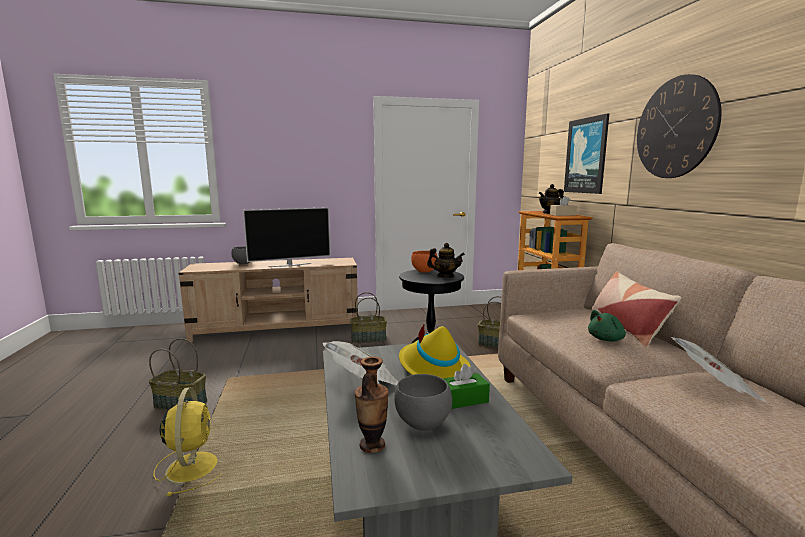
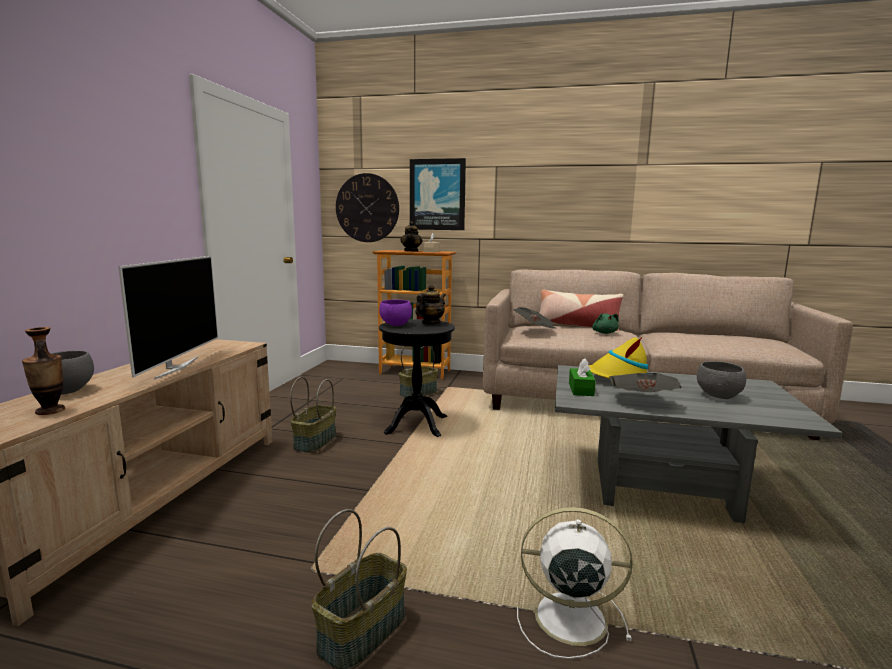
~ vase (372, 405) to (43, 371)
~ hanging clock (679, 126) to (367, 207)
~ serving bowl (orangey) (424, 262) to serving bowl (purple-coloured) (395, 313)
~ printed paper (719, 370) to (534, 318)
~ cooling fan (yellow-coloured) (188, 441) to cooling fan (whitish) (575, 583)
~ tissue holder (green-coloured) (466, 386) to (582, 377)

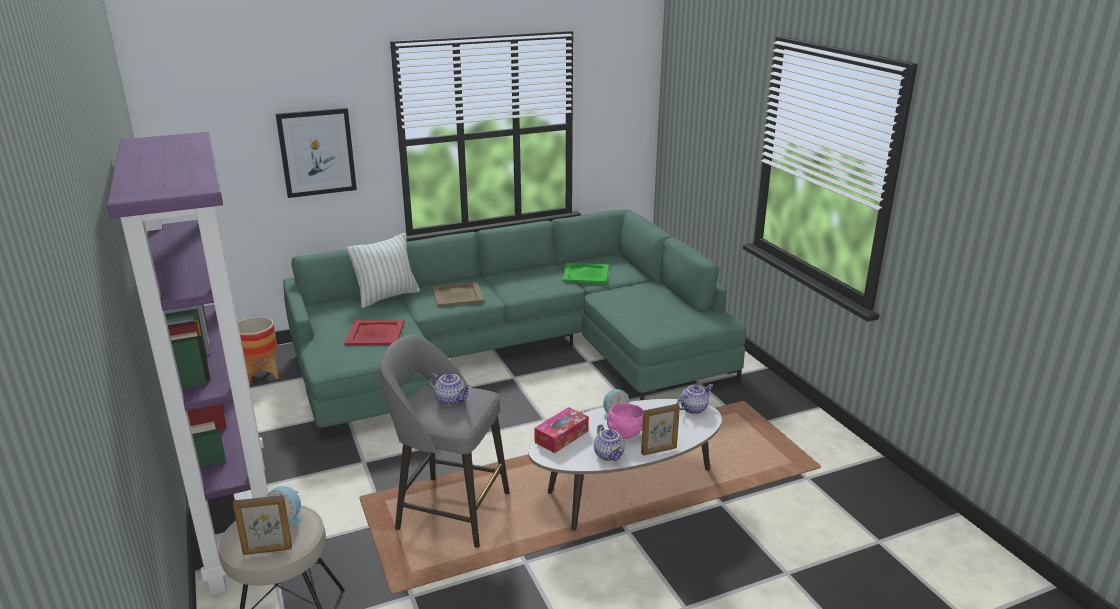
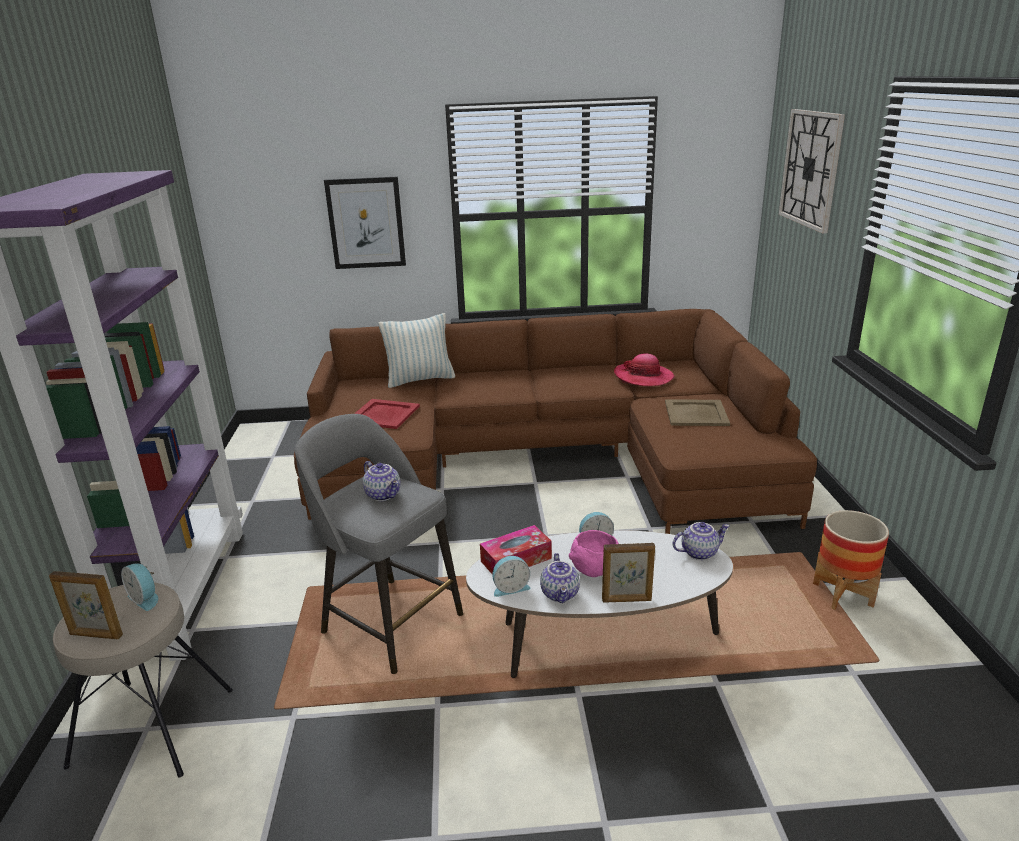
~ couch (green-coloured) (515, 325) to couch (brown) (555, 421)
+ bedside clock (511, 576)
~ serving tray (green-coloured) (585, 273) to wearable hat (644, 369)
~ serving tray (sand-coloured) (458, 294) to (697, 412)
+ hanging clock (812, 171)
~ planter (258, 351) to (851, 560)

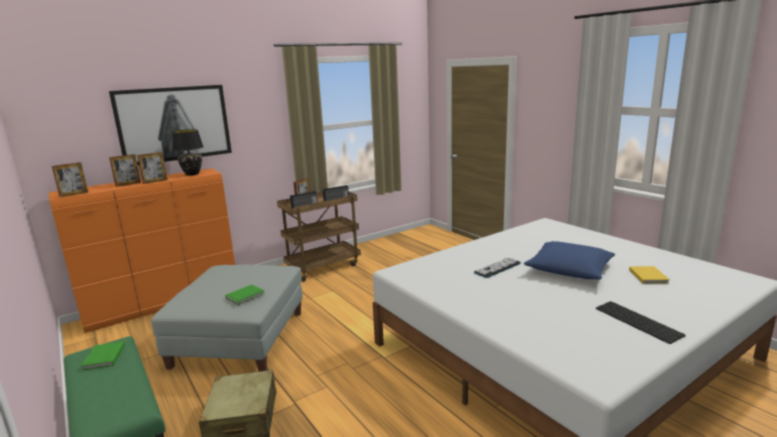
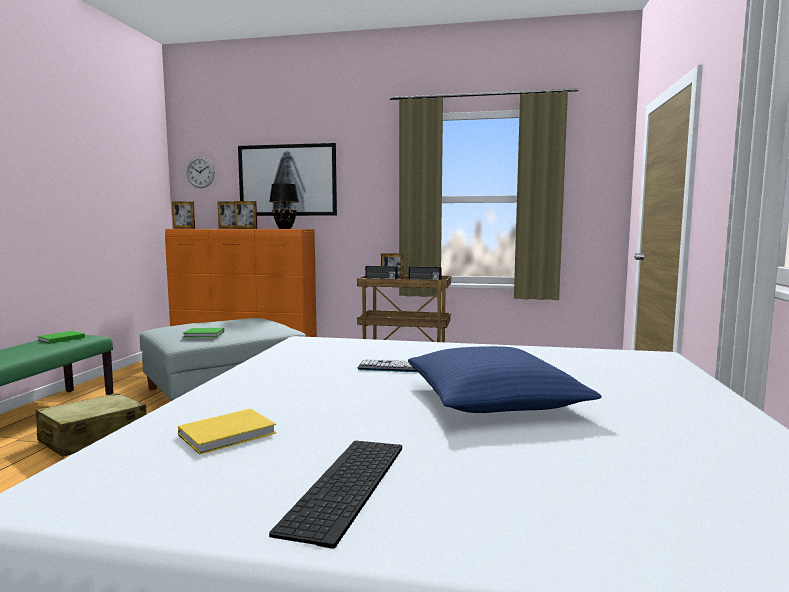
~ book (yellow-coloured) (649, 275) to (227, 431)
+ hanging clock (200, 172)

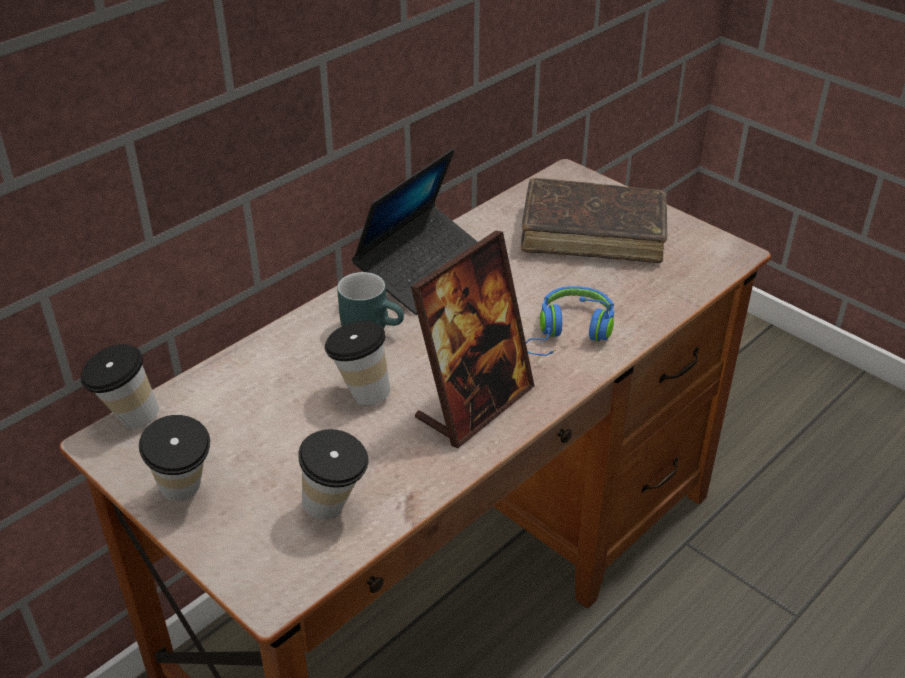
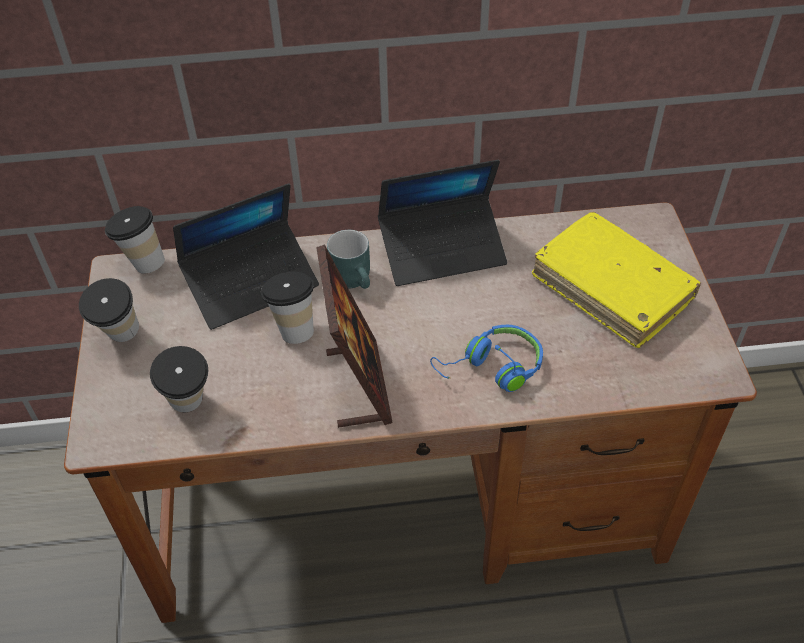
+ portable computer (246, 256)
~ standing frame (472, 339) = (354, 336) 90 degrees counterclockwise
~ book (brown) (594, 220) to book (yellow-coloured) (616, 280)

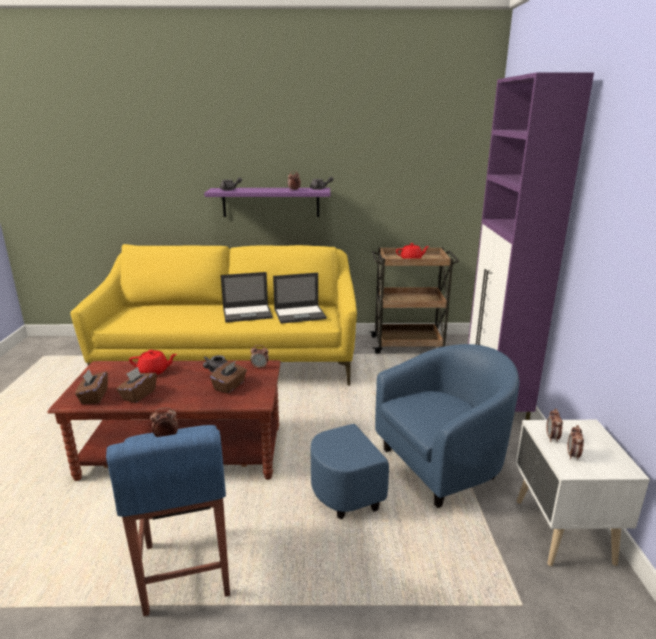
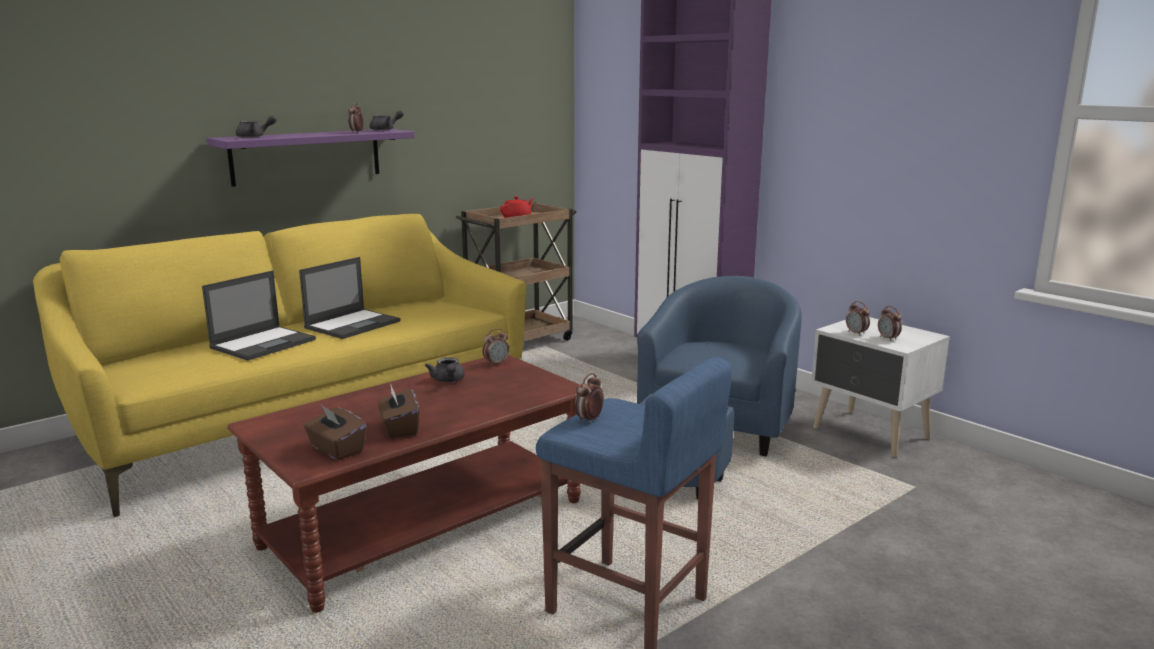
~ portable computer (300, 298) to (259, 316)
- teapot (reddish) (153, 362)
- tissue holder (brown) (228, 377)

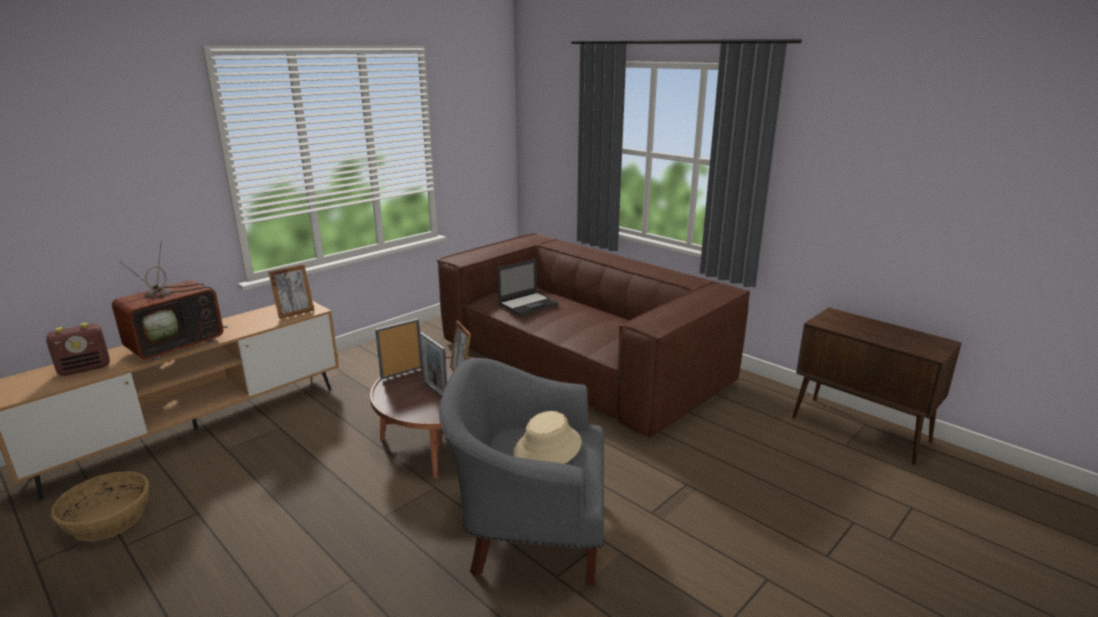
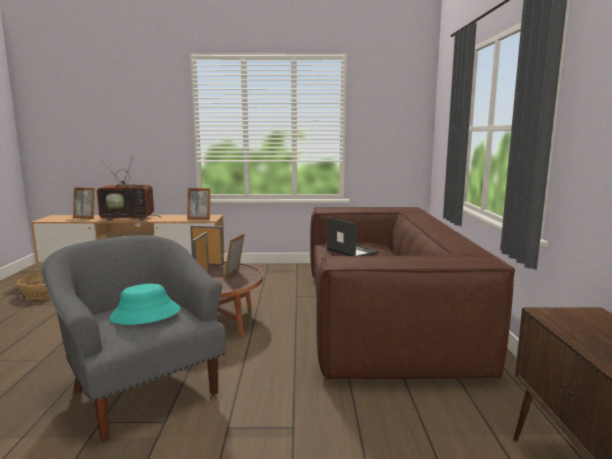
~ radio (78, 349) to standing frame (84, 203)
~ wearable hat (sand-coloured) (547, 437) to wearable hat (blue-green) (145, 304)
~ portable computer (528, 287) = (352, 236) 135 degrees counterclockwise

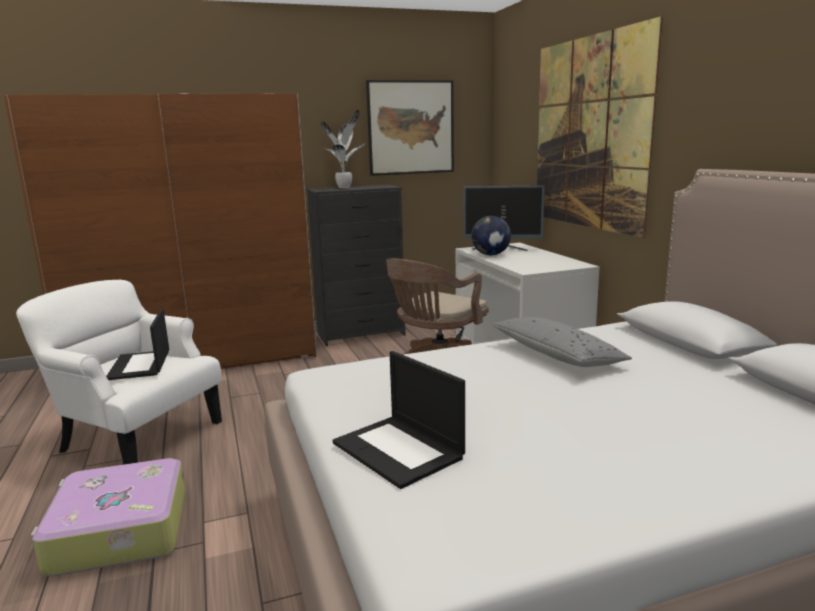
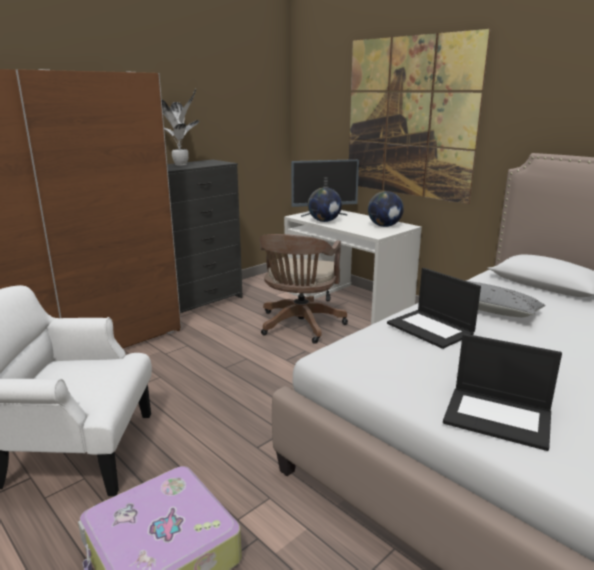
+ desk globe (386, 209)
~ portable computer (137, 344) to (434, 308)
- wall picture (410, 128)

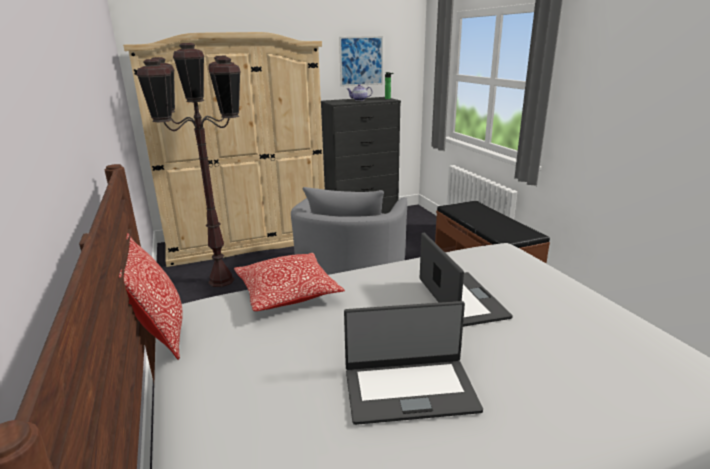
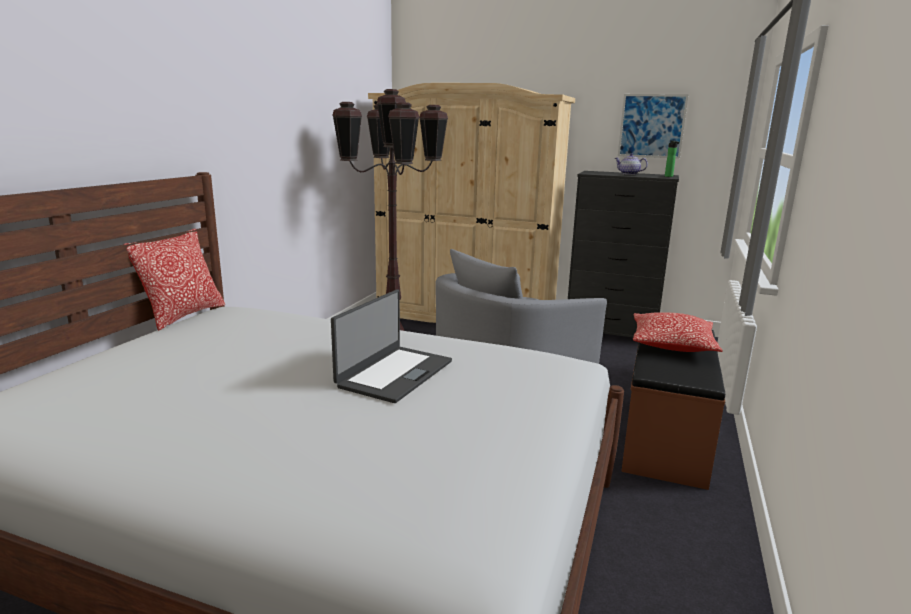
~ cushion (289, 282) to (678, 332)
- portable computer (413, 363)

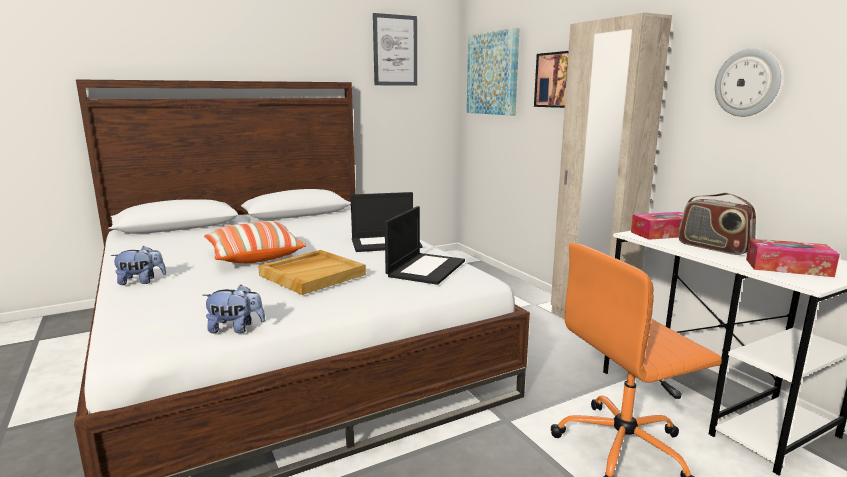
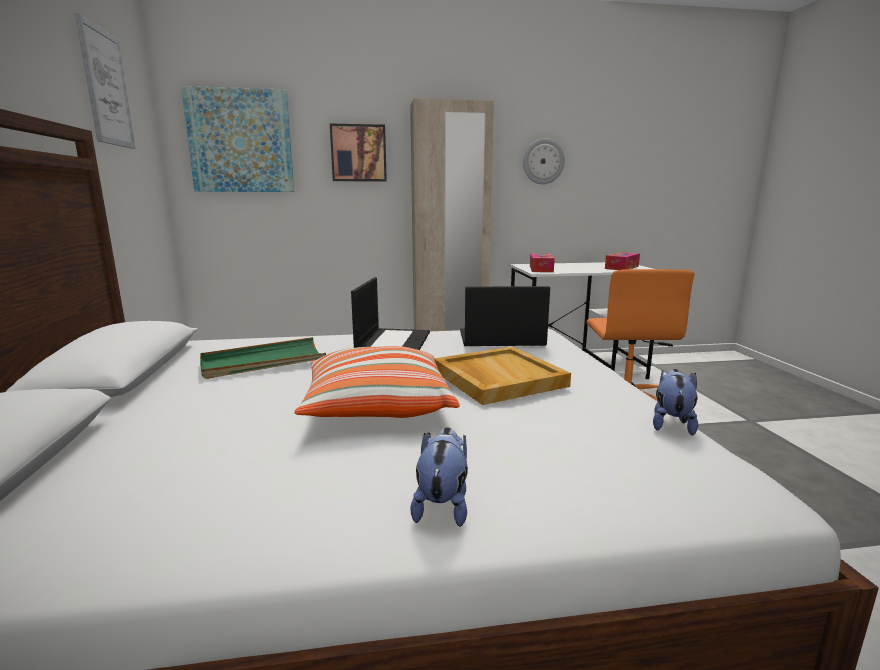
+ serving tray (green-coloured) (263, 358)
~ portable computer (425, 245) = (505, 316) 45 degrees counterclockwise
- radio (717, 224)

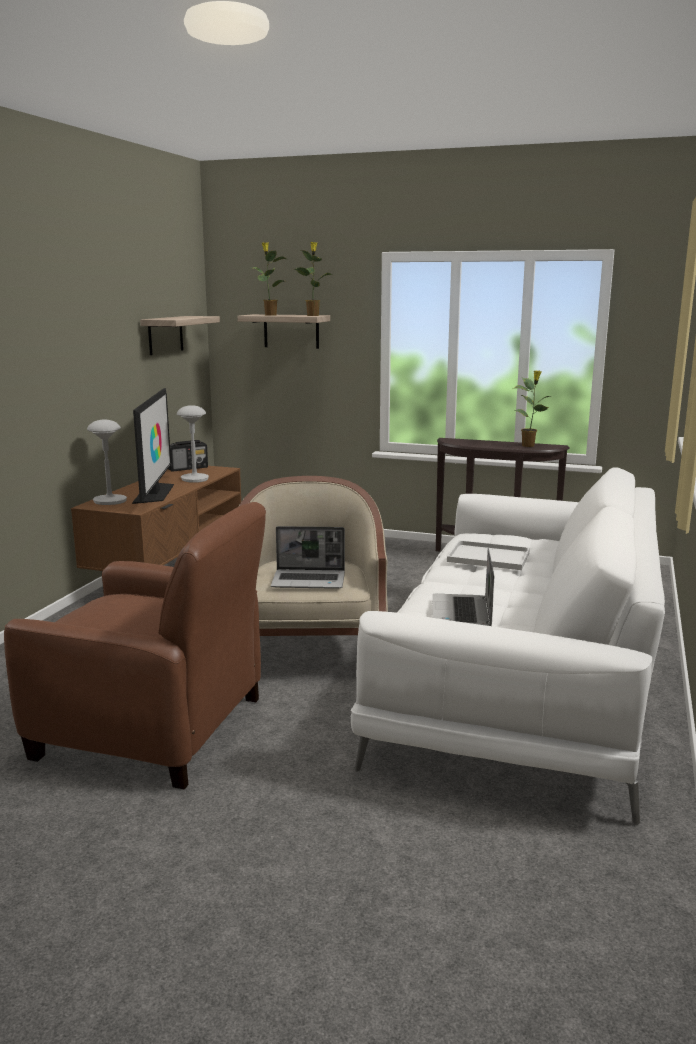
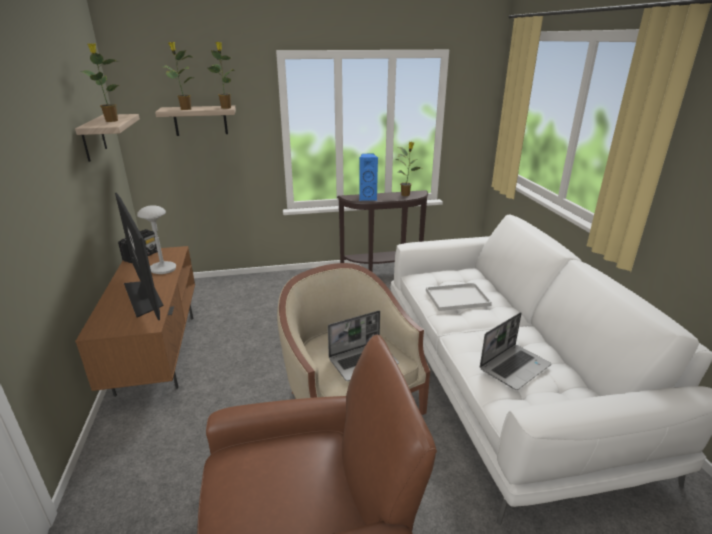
+ houseplant (100, 82)
+ audio speaker (blue) (368, 177)
~ portable computer (463, 587) = (515, 351) 105 degrees counterclockwise
- tabletop lamp (greyish) (107, 462)

